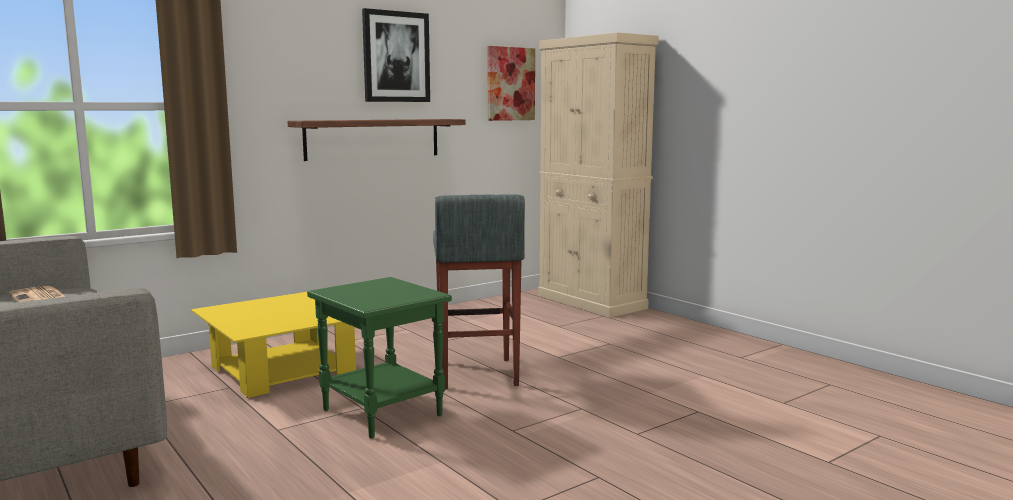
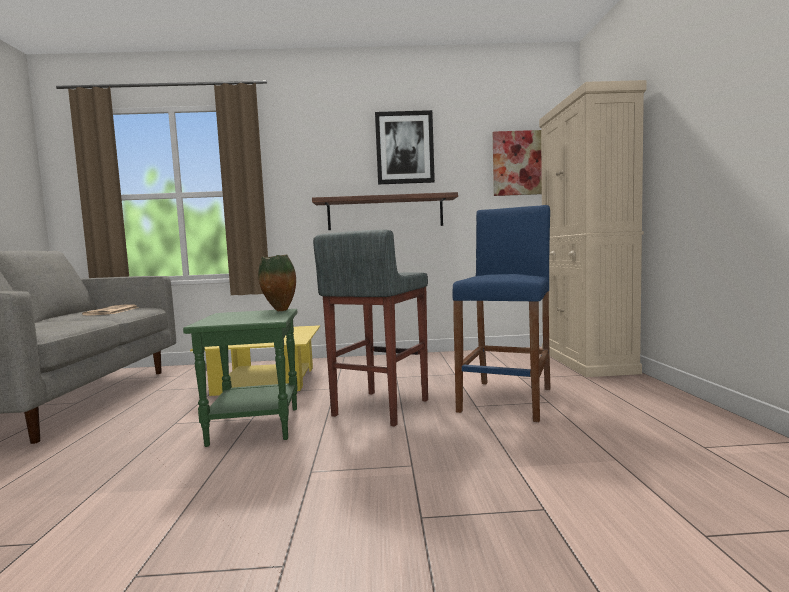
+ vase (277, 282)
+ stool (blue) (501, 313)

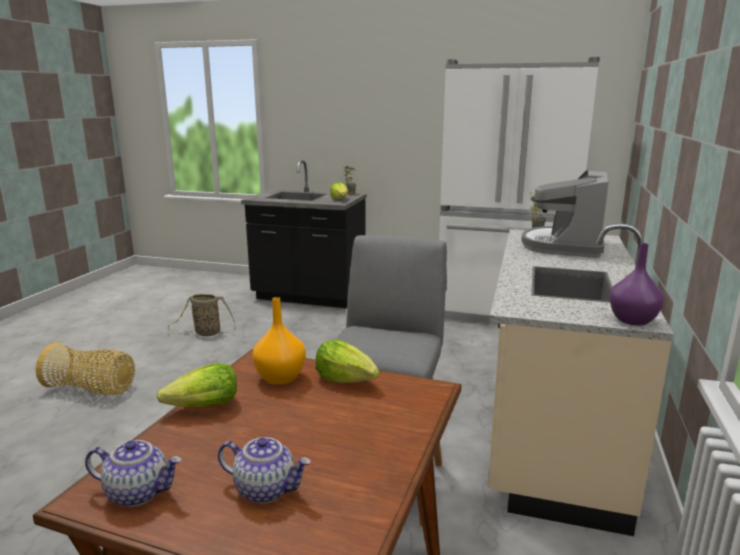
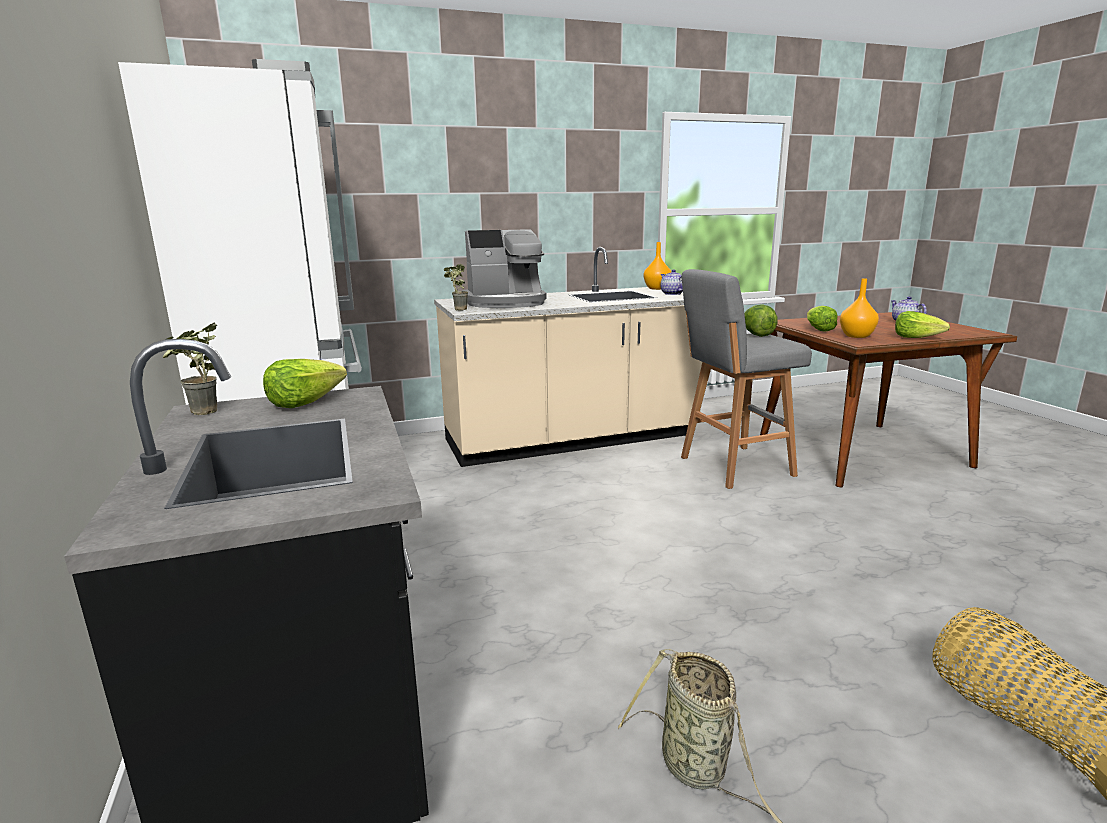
~ vase (purple-coloured) (636, 284) to vase (orangey) (657, 266)
~ teapot (133, 473) to (672, 282)
+ lettuce (761, 320)

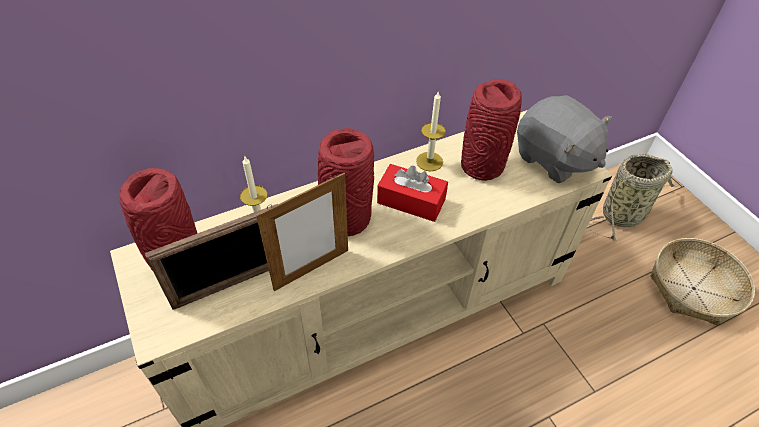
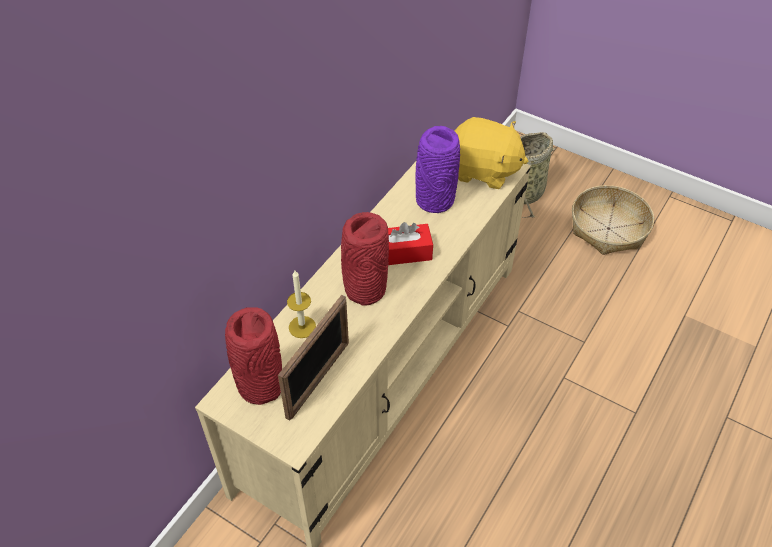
~ vase (reddish) (491, 130) to vase (purple-coloured) (437, 169)
~ plush toy (greyish) (564, 139) to plush toy (yellow-coloured) (492, 153)
- standing frame (302, 232)
- wax light (431, 131)

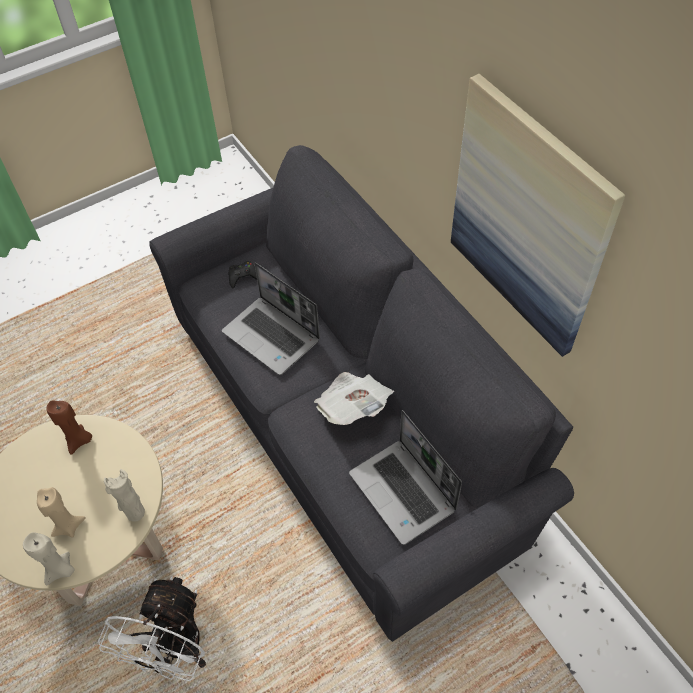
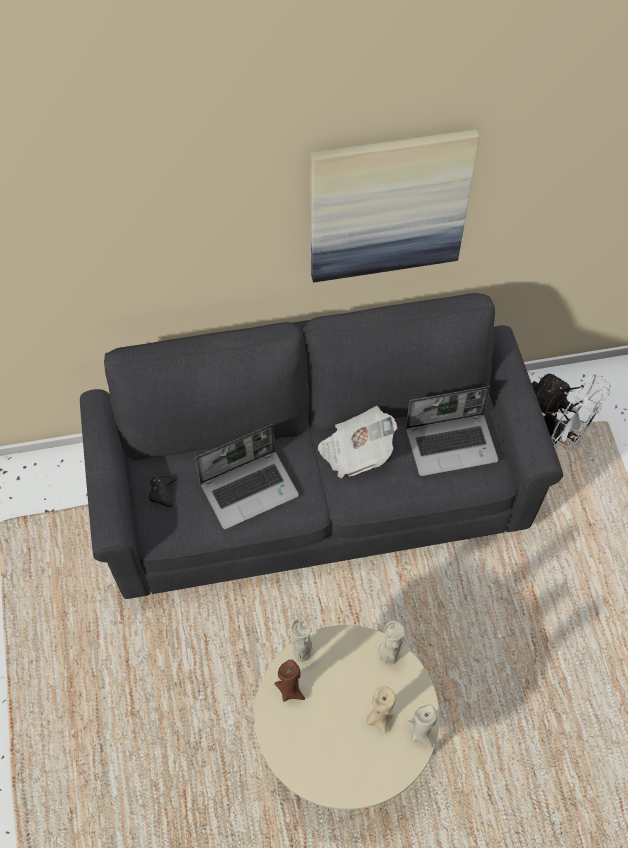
+ vase (sand-coloured) (300, 640)
~ cooling fan (whitish) (152, 629) to (571, 412)

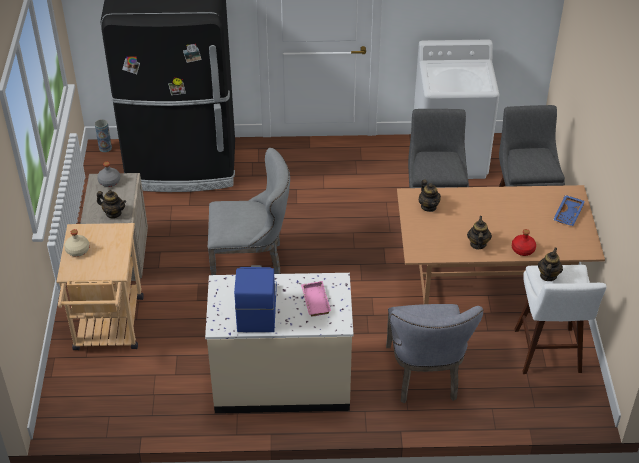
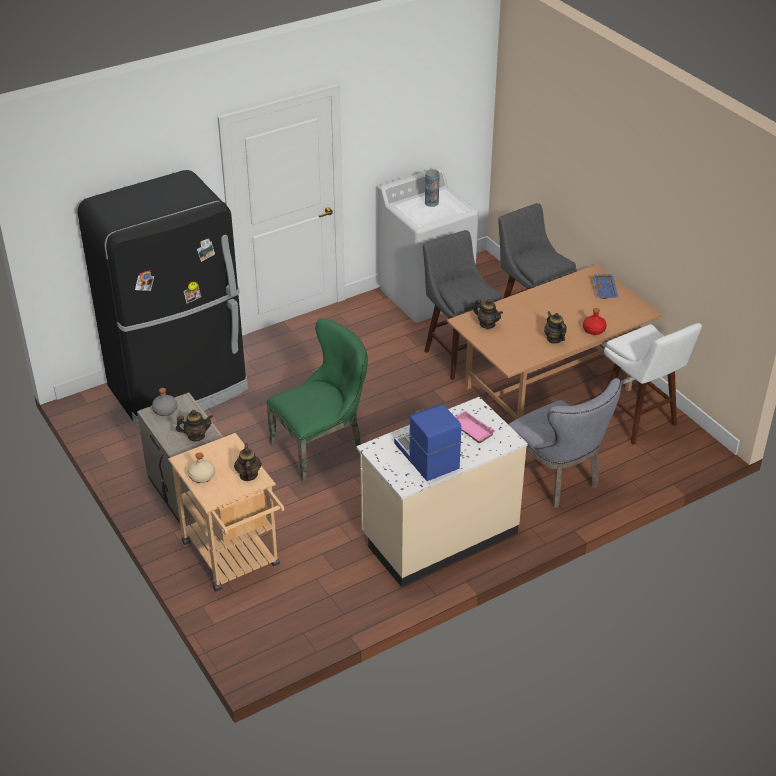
~ teapot (550, 264) to (248, 462)
~ upright chair (greyish) (249, 211) to upright chair (green-coloured) (317, 400)
~ vase (103, 135) to (432, 188)

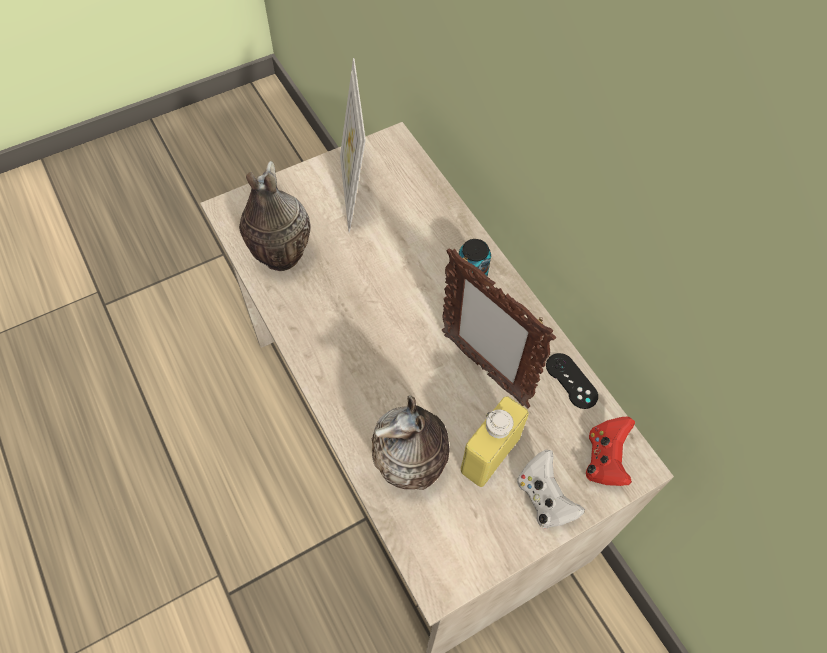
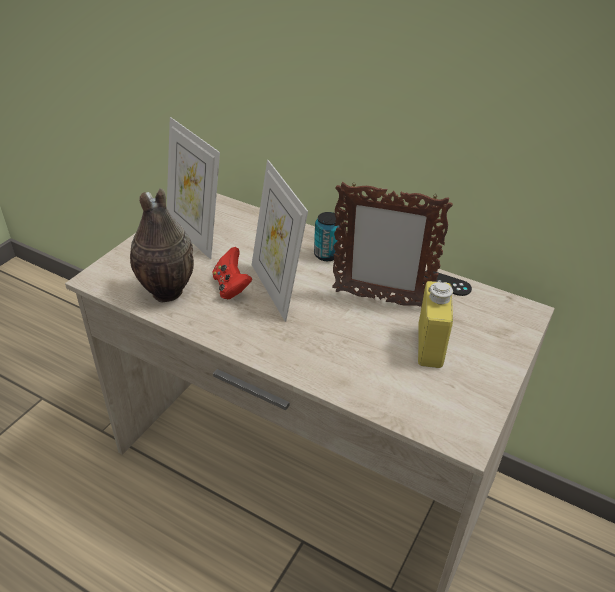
~ game controller (reddish) (610, 451) to (232, 273)
+ standing frame (280, 241)
- vase (411, 442)
- game controller (whitish) (551, 489)

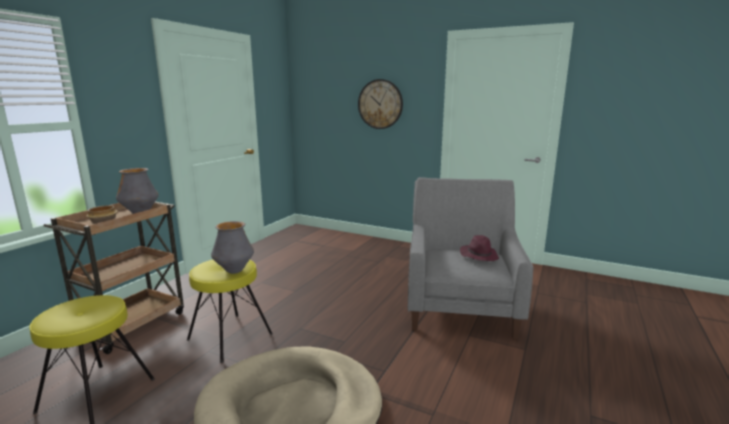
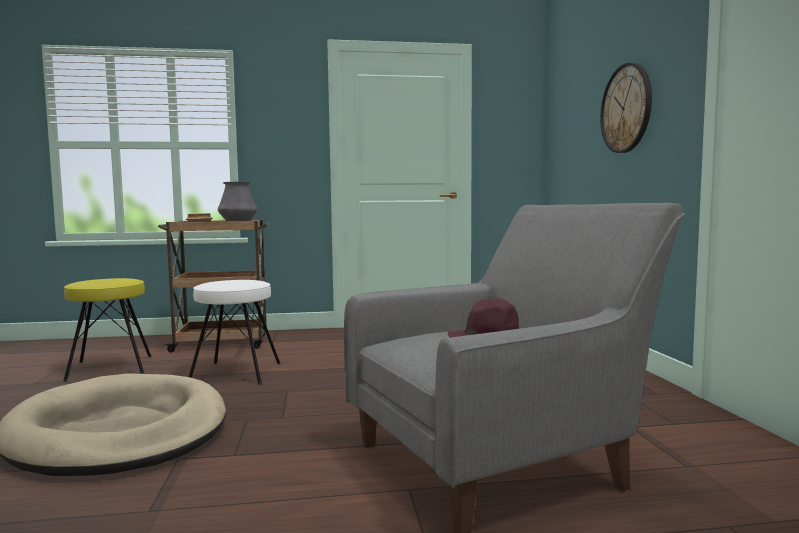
~ stool (yellow-coloured) (230, 311) to stool (whitish) (235, 332)
- vase (232, 247)

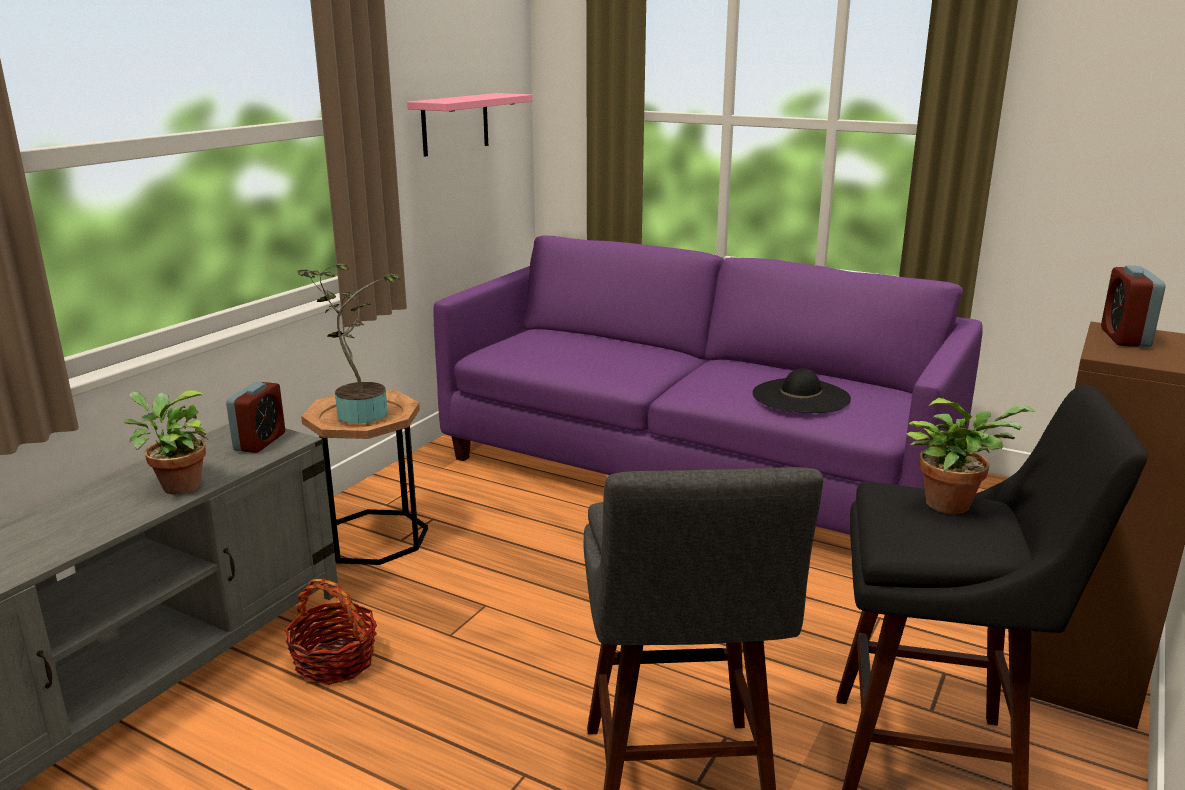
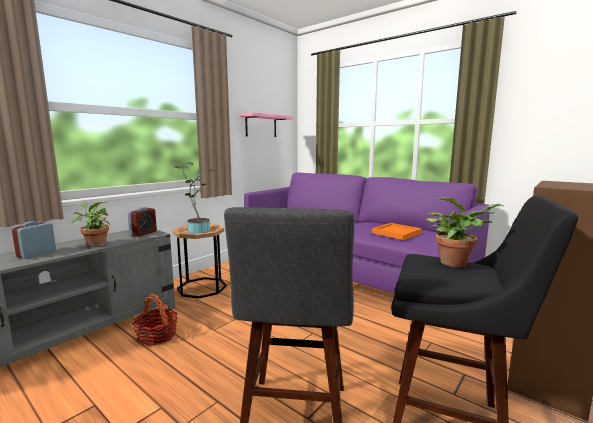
~ bedside clock (1133, 306) to (34, 240)
~ wearable hat (black) (802, 390) to serving tray (orangey) (397, 231)

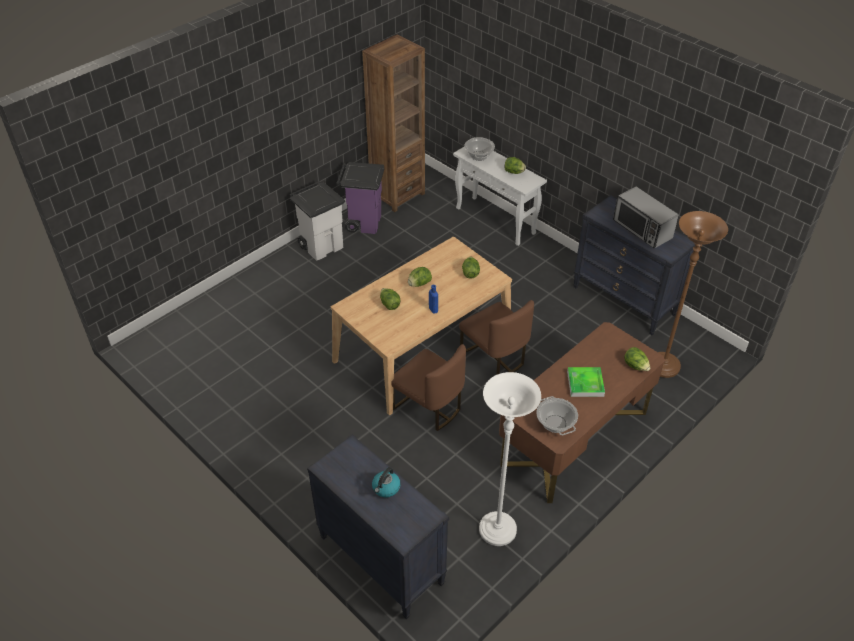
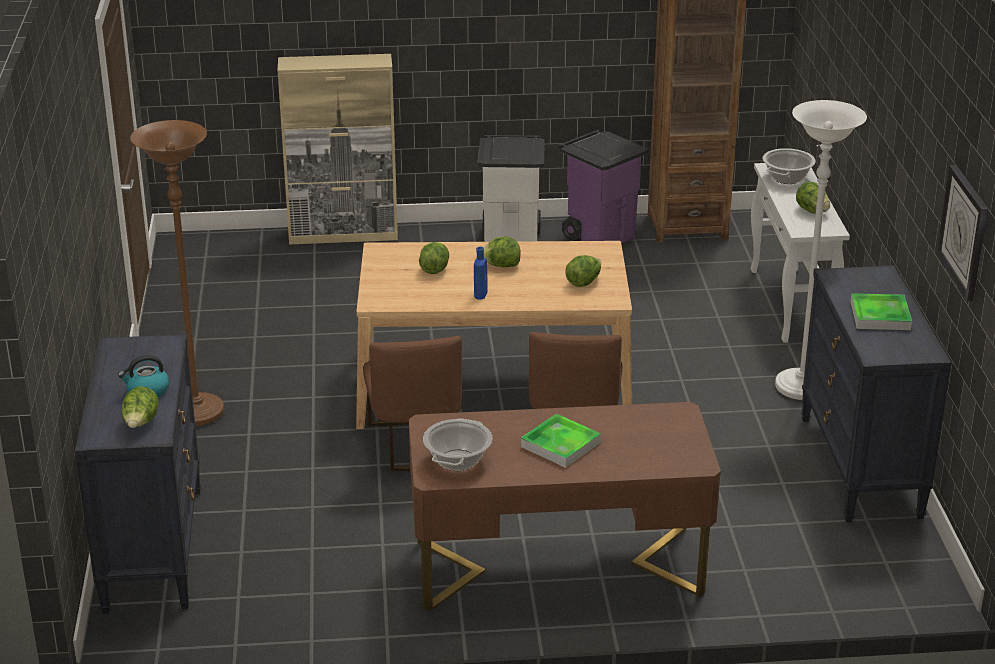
~ lettuce (637, 359) to (139, 407)
~ standing lamp (brown) (693, 294) to (177, 273)
+ cabinet (sand-coloured) (337, 149)
~ standing lamp (whitish) (510, 459) to (821, 250)
~ microwave (646, 217) to serving tray (881, 311)
+ hanging clock (962, 233)

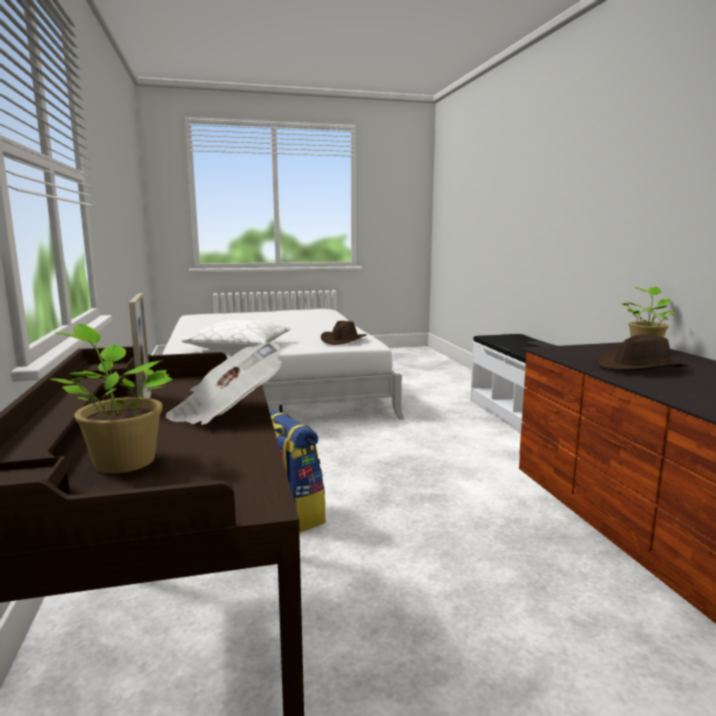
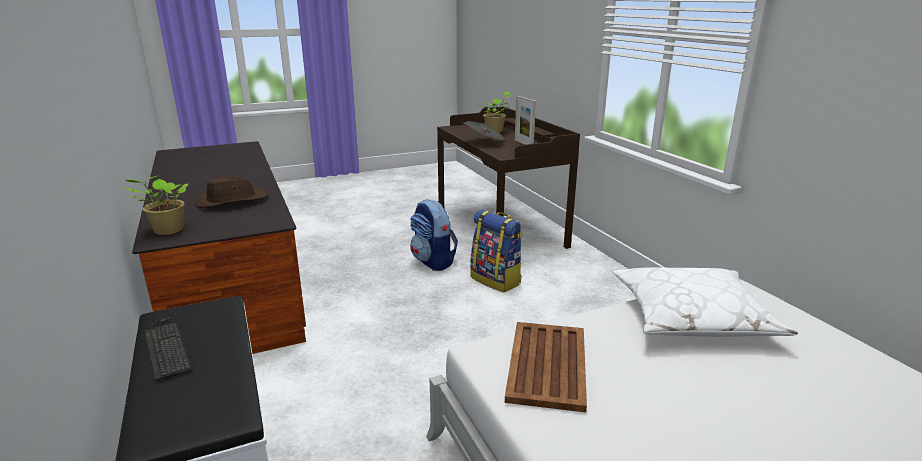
+ backpack (434, 235)
~ wearable hat (brown) (344, 333) to serving tray (brown) (546, 367)

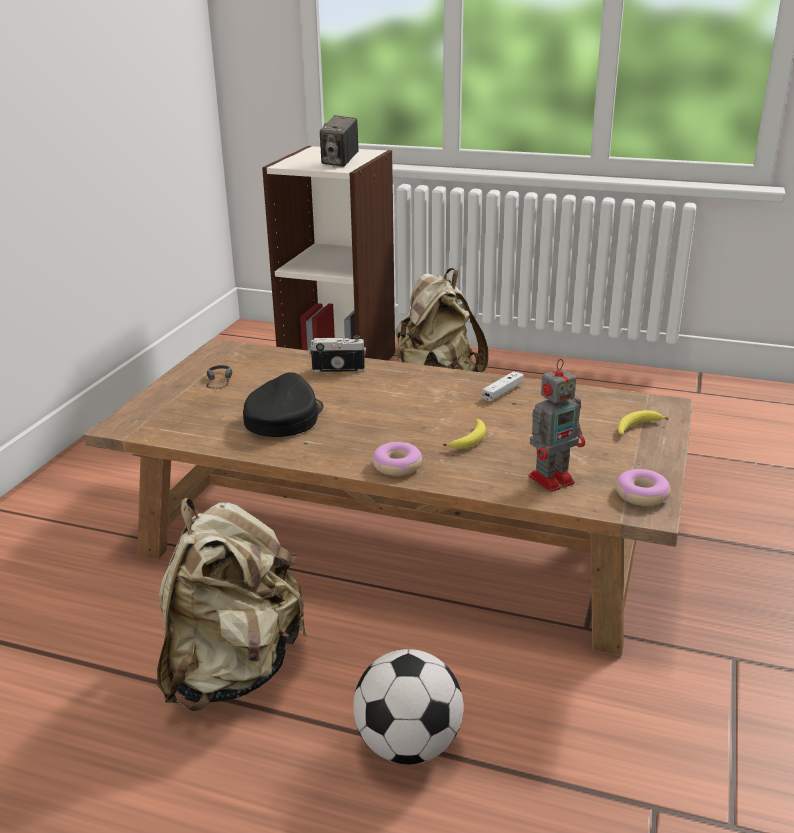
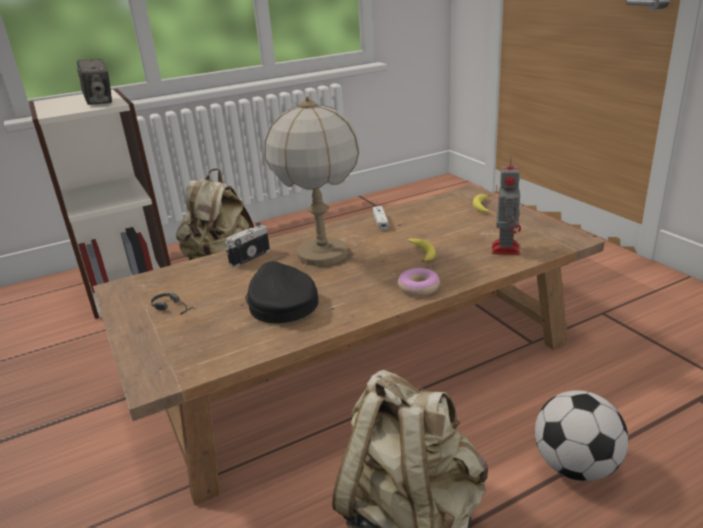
+ tabletop lamp (312, 181)
- doughnut (643, 487)

